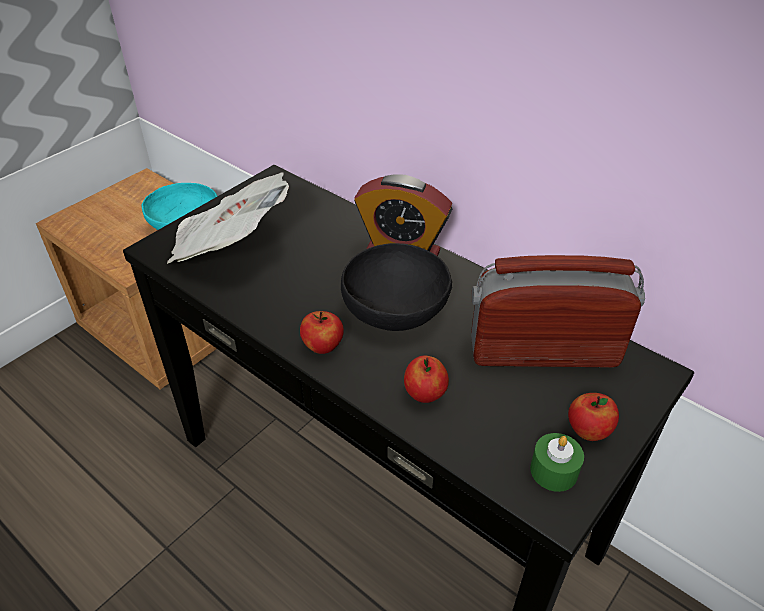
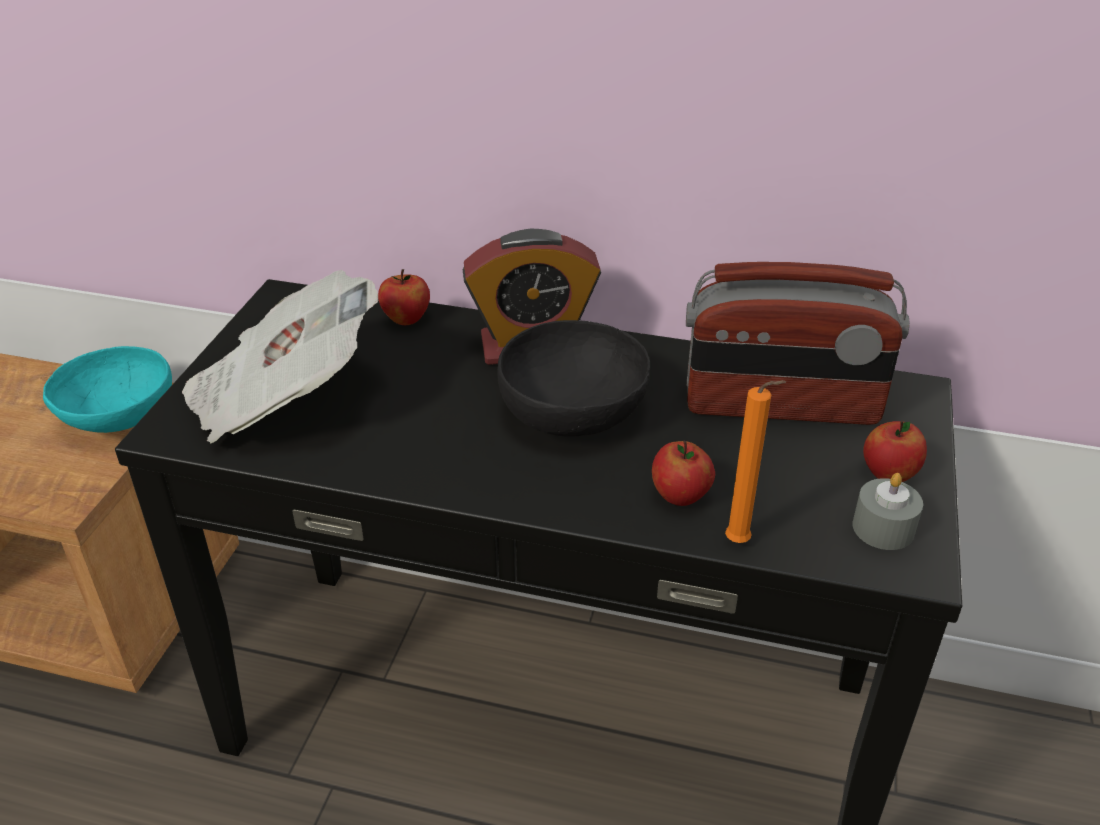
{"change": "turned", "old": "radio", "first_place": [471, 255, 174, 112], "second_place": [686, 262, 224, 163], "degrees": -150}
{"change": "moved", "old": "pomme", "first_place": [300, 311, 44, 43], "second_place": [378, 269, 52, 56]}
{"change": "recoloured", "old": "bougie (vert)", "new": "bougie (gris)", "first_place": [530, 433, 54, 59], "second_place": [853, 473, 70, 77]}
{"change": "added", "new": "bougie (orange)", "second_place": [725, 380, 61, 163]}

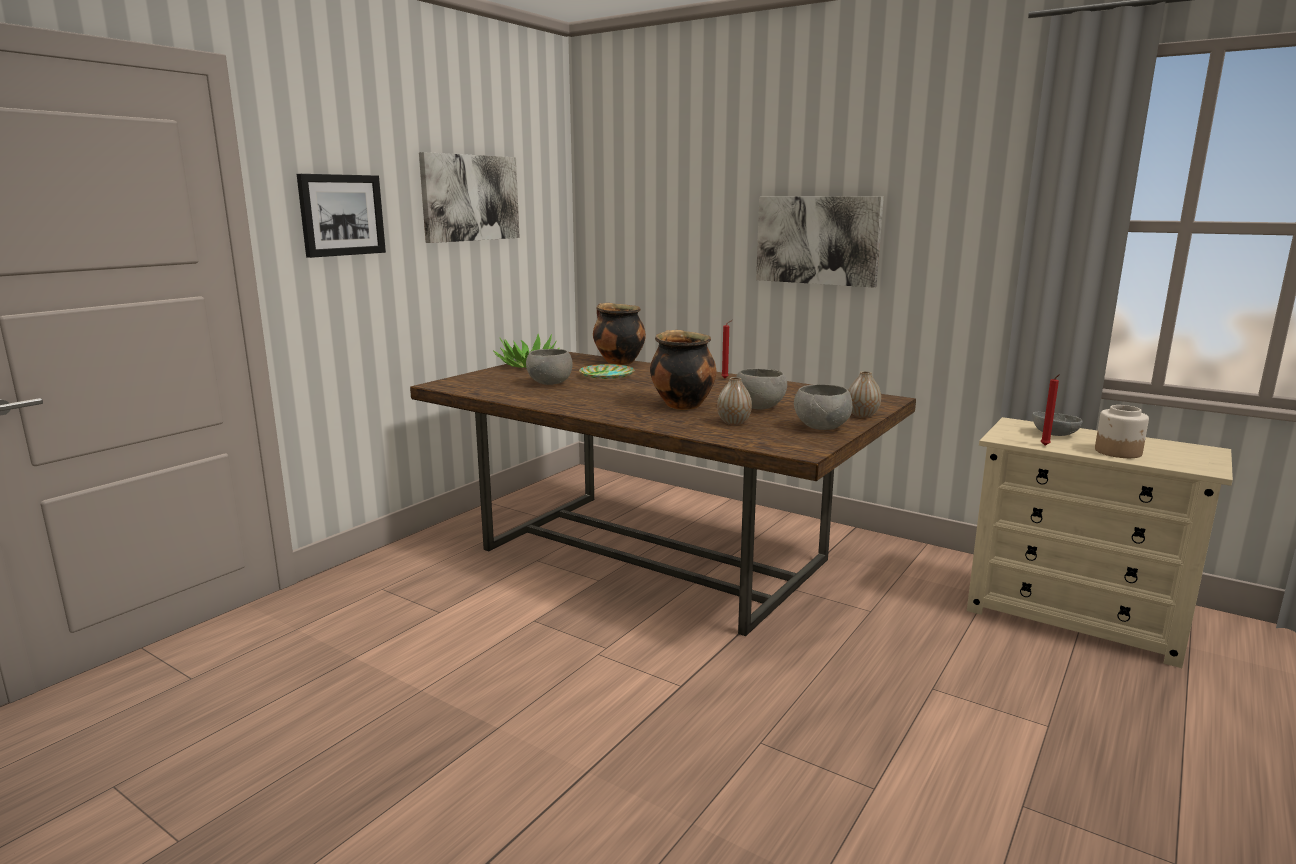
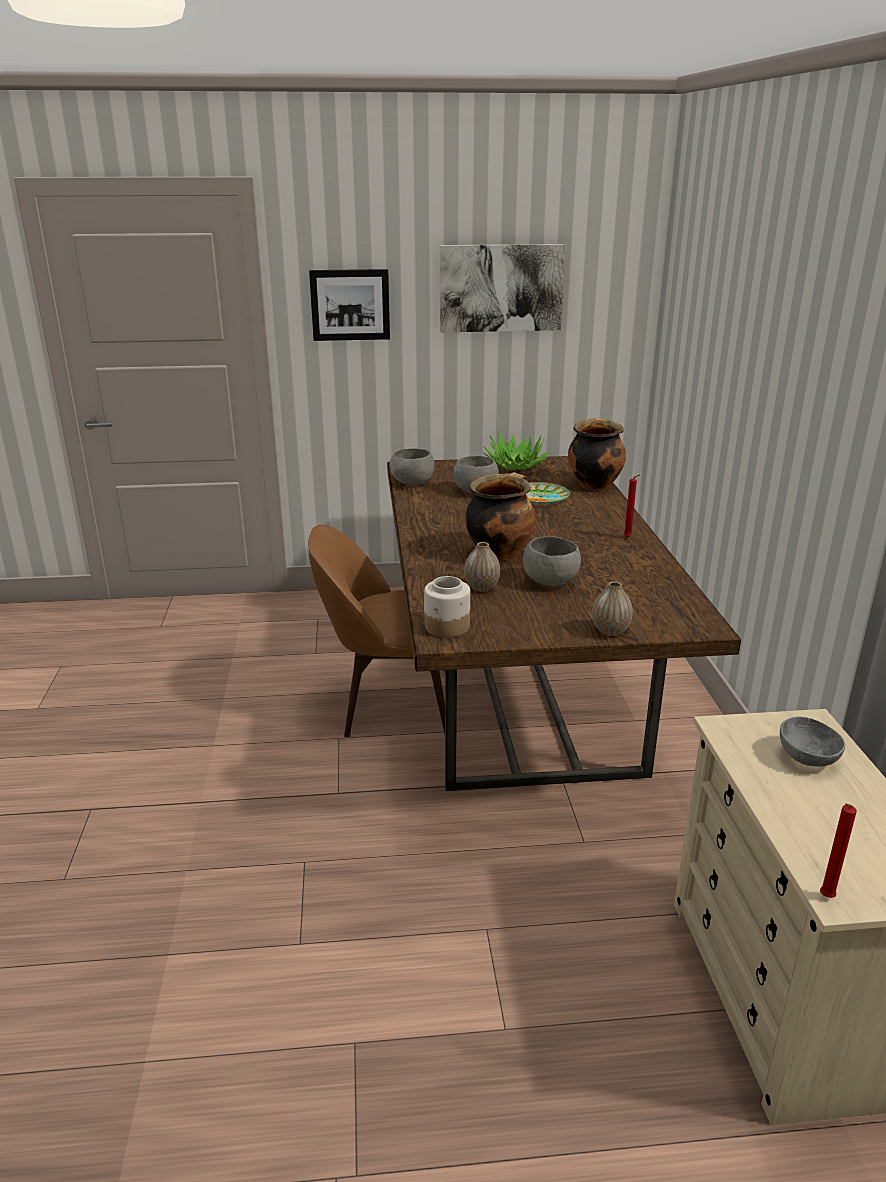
{"change": "removed", "old": "tableau", "first_place": [756, 197, 128, 90]}
{"change": "moved", "old": "bougie (rouge)", "first_place": [1041, 374, 19, 71], "second_place": [820, 803, 37, 95]}
{"change": "moved", "old": "bol (gris)", "first_place": [794, 384, 59, 46], "second_place": [390, 448, 45, 37]}
{"change": "moved", "old": "bocal", "first_place": [1095, 405, 54, 53], "second_place": [424, 576, 46, 61]}
{"change": "added", "new": "chaise (marron)", "second_place": [308, 525, 137, 213]}

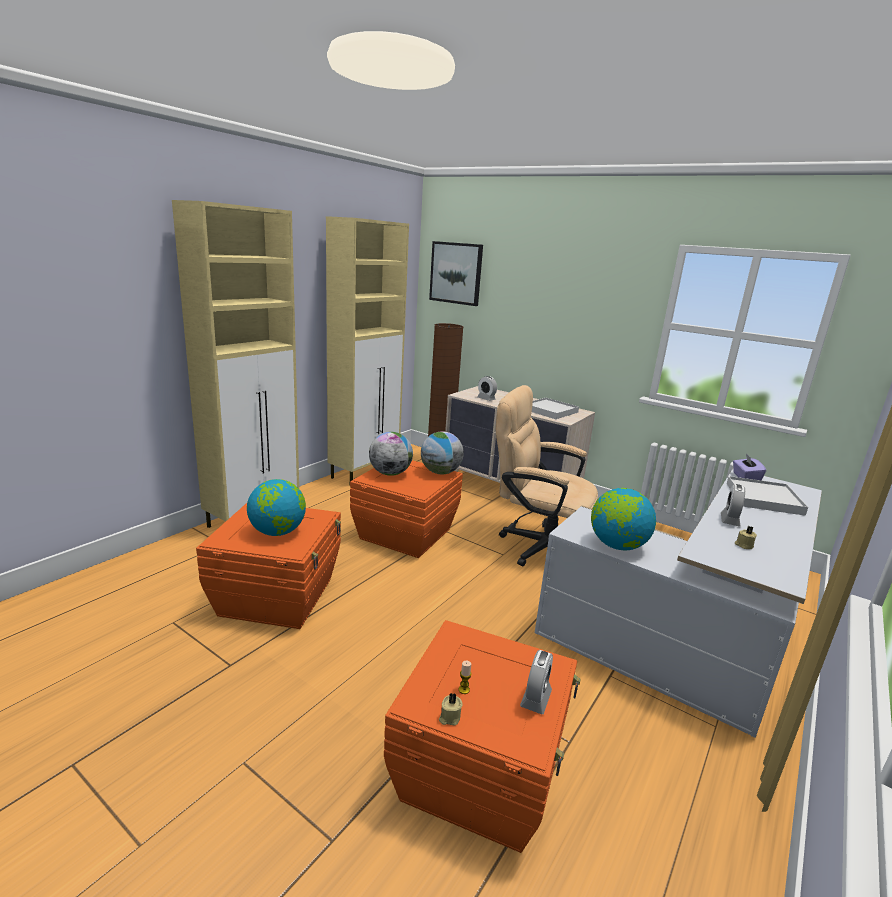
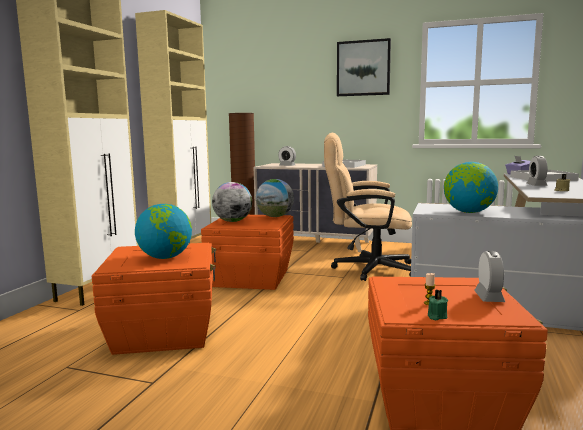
{"change": "moved", "old": "tableau", "first_place": [429, 241, 54, 65], "second_place": [337, 38, 54, 58]}
{"change": "recoloured", "old": "bougie (beige)", "new": "bougie (vert)", "first_place": [439, 693, 23, 33], "second_place": [428, 289, 20, 31]}

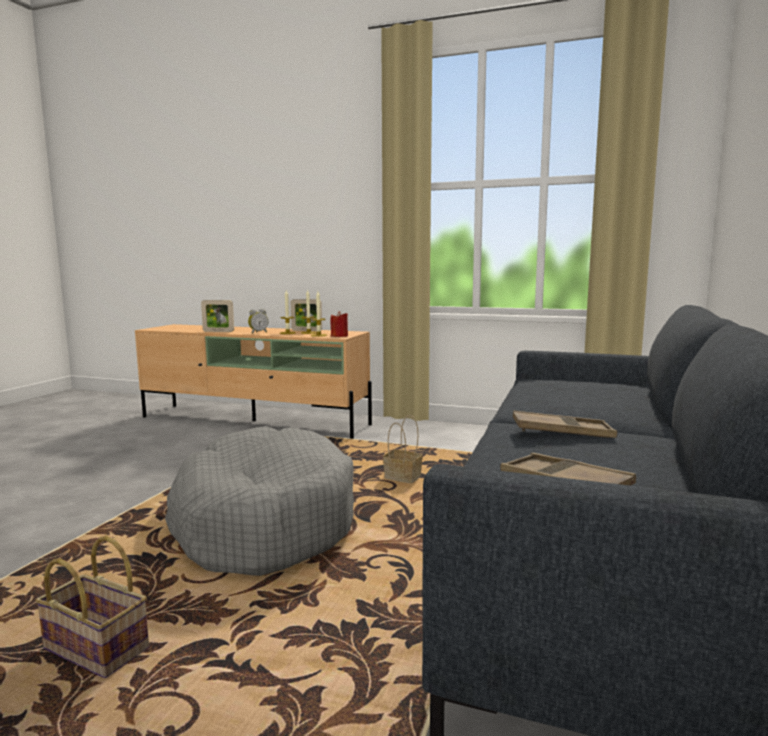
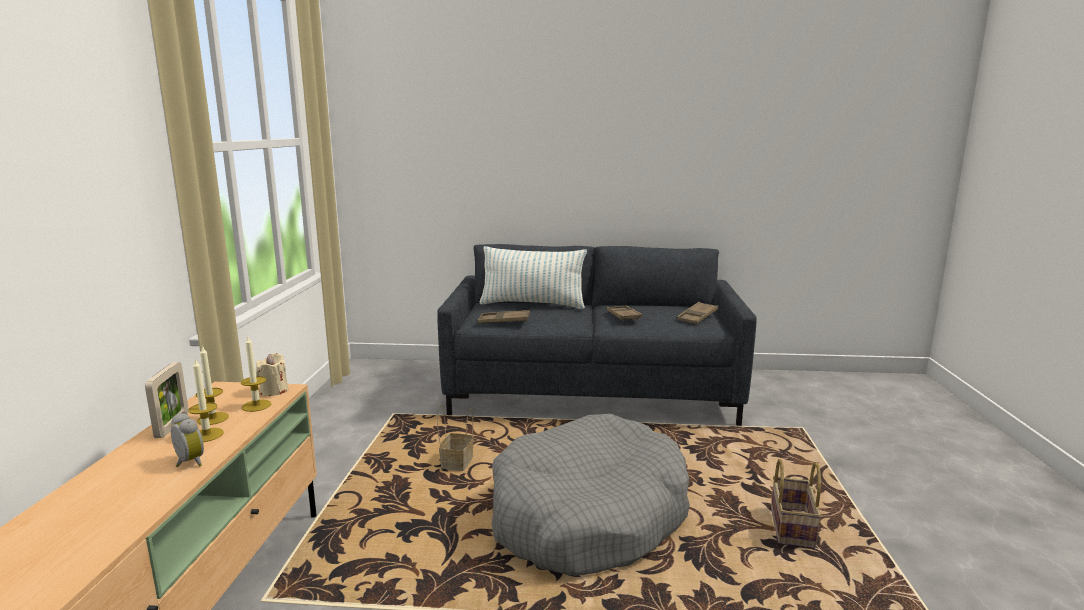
{"change": "removed", "old": "cadre photo", "first_place": [201, 300, 33, 32]}
{"change": "recoloured", "old": "bougie (rouge)", "new": "bougie (beige)", "first_place": [330, 311, 18, 26], "second_place": [256, 353, 32, 43]}
{"change": "added", "new": "coussin", "second_place": [480, 246, 107, 63]}
{"change": "added", "new": "plateau (marron)", "second_place": [477, 310, 53, 13]}

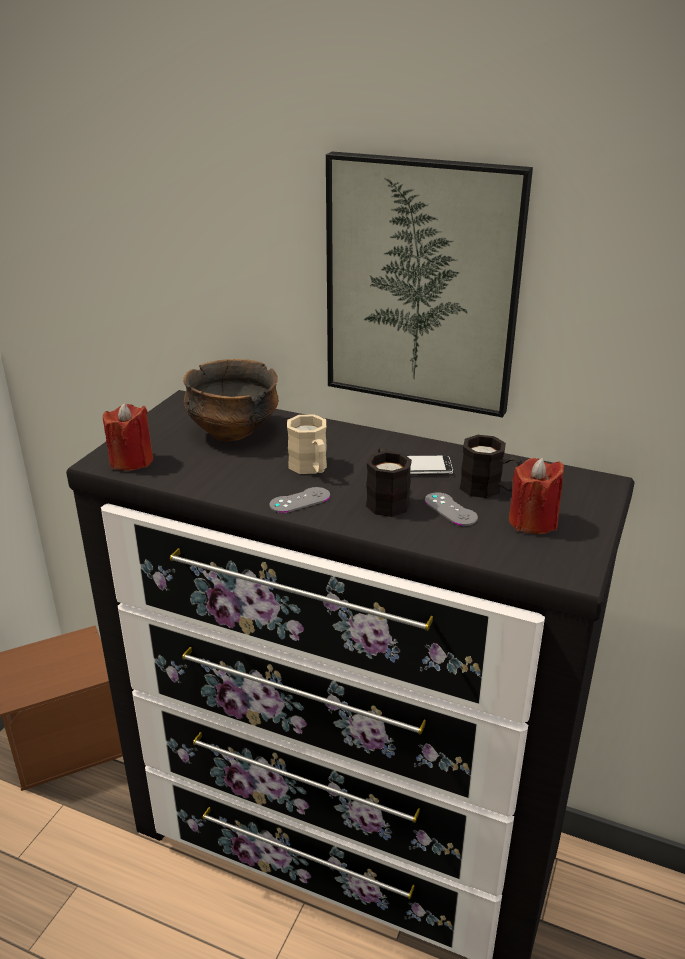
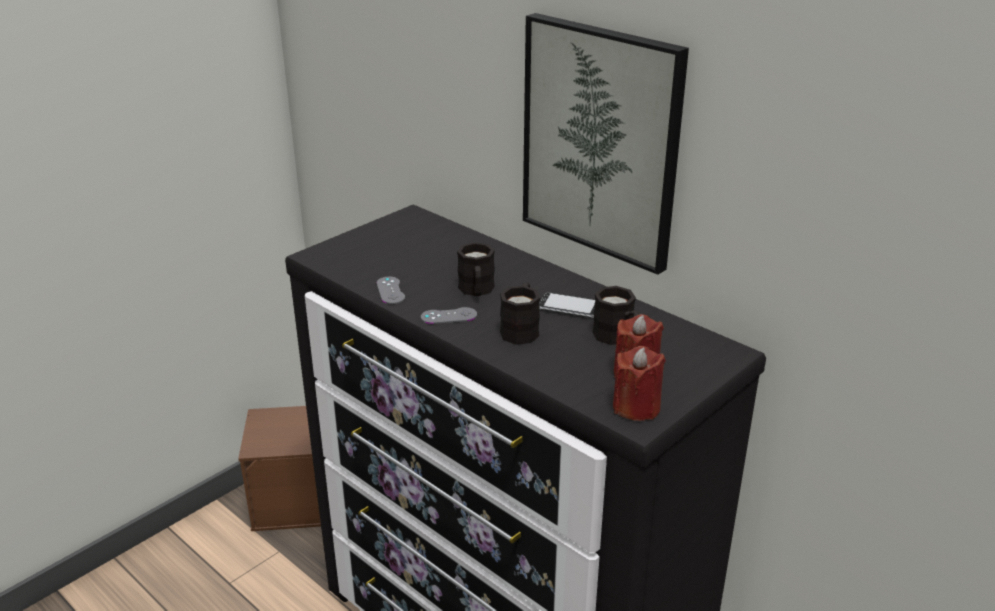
{"change": "removed", "old": "bol", "first_place": [183, 359, 96, 82]}
{"change": "moved", "old": "bougie (rouge)", "first_place": [103, 402, 50, 69], "second_place": [613, 346, 53, 75]}
{"change": "recoloured", "old": "mug (beige)", "new": "mug (noir)", "first_place": [287, 415, 40, 59], "second_place": [457, 242, 38, 54]}
{"change": "moved", "old": "manette (gris)", "first_place": [425, 492, 53, 34], "second_place": [377, 277, 28, 27]}

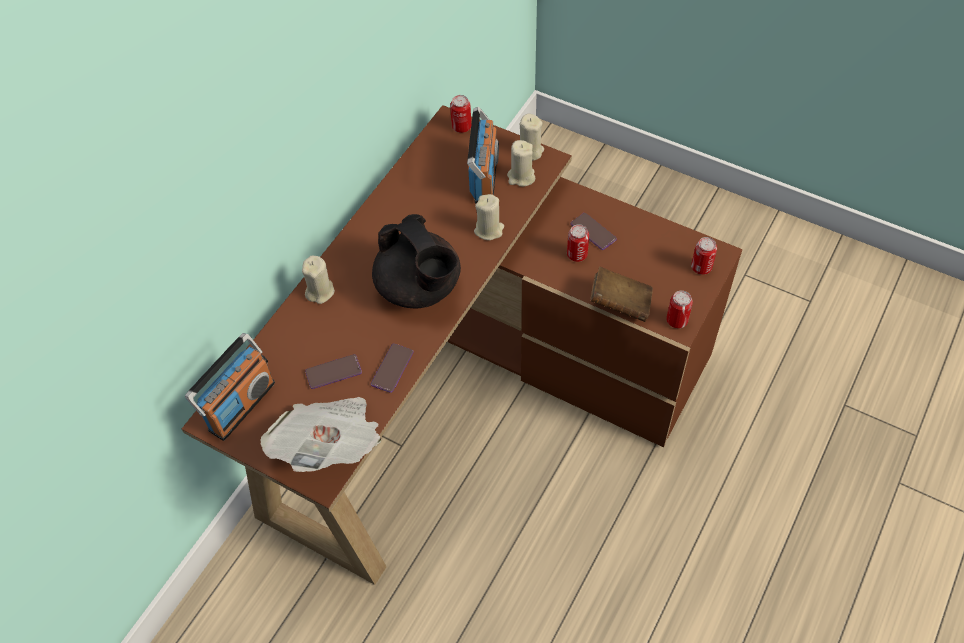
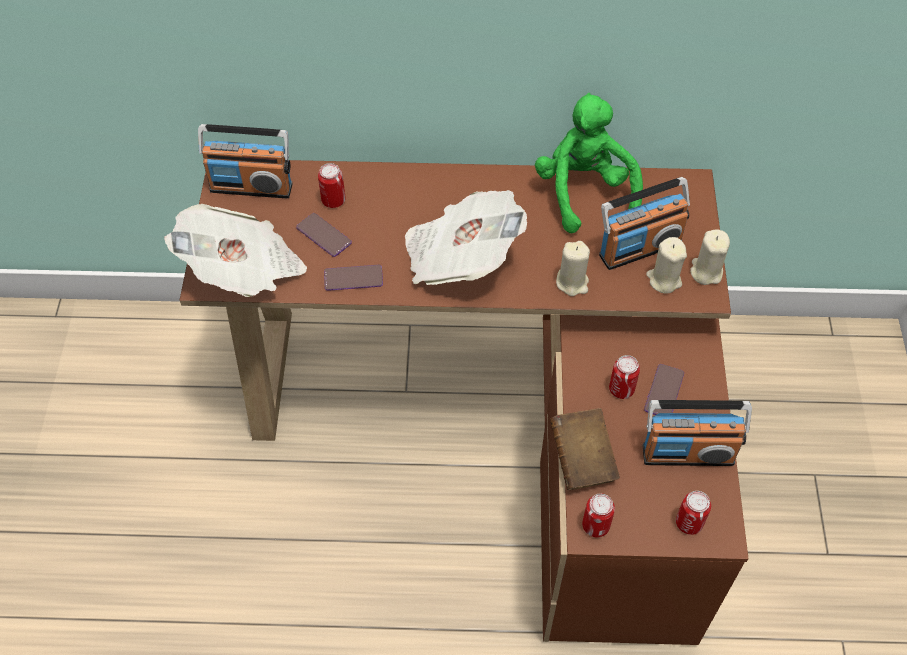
{"change": "moved", "old": "boîte métallique", "first_place": [450, 95, 21, 38], "second_place": [318, 163, 28, 45]}
{"change": "replaced", "old": "théière (noir)", "new": "journal", "first_place": [372, 214, 89, 94], "second_place": [405, 190, 122, 95]}
{"change": "removed", "old": "bougie (beige)", "first_place": [302, 255, 33, 49]}
{"change": "added", "new": "peluche (vert)", "second_place": [535, 93, 108, 140]}
{"change": "added", "new": "radio", "second_place": [643, 400, 109, 66]}

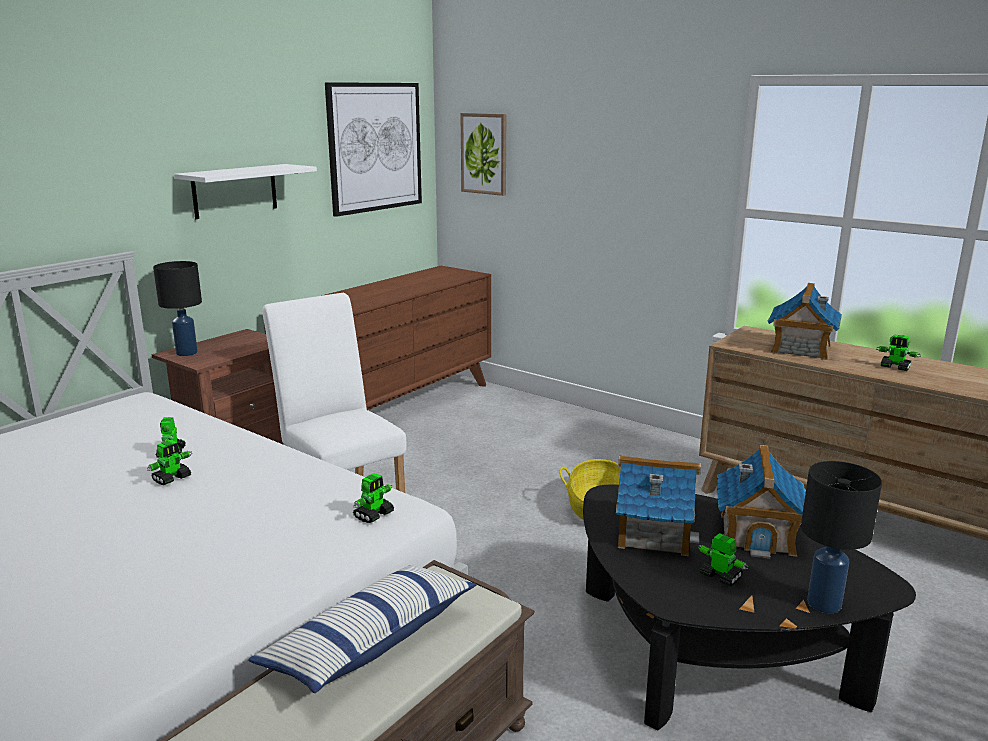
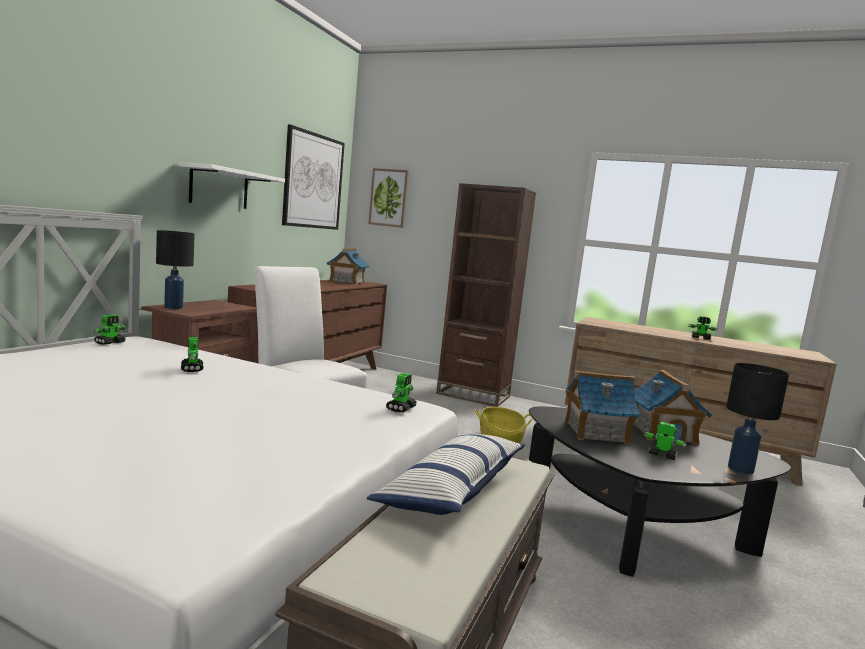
{"change": "moved", "old": "maison miniature", "first_place": [767, 283, 75, 77], "second_place": [327, 248, 42, 37]}
{"change": "moved", "old": "robot jouet", "first_place": [147, 440, 45, 45], "second_place": [93, 314, 34, 31]}
{"change": "added", "new": "bibliothèque (marron)", "second_place": [436, 183, 100, 224]}

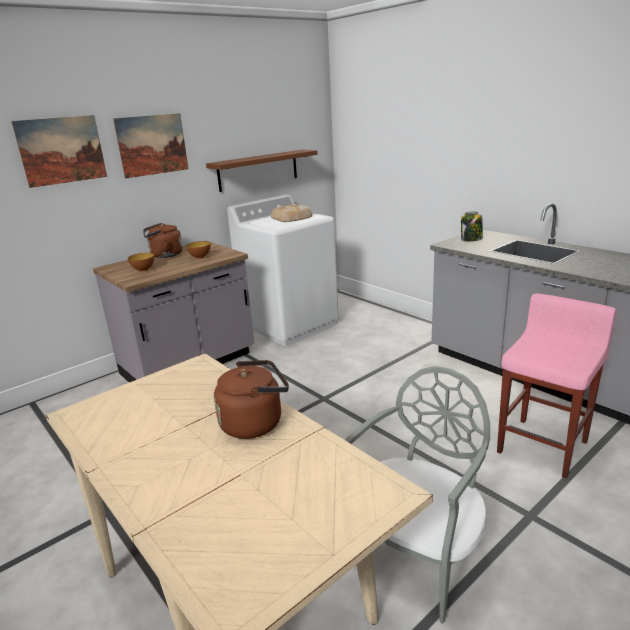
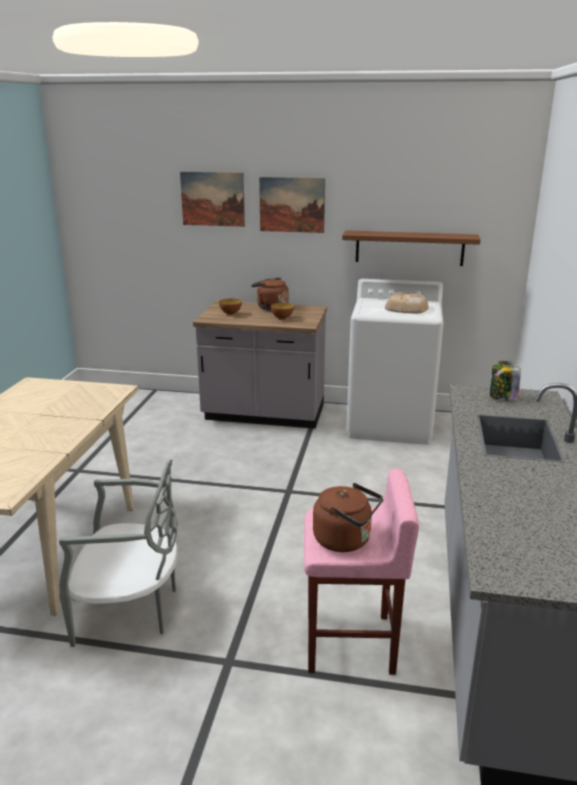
{"change": "moved", "old": "bouilloire (marron)", "first_place": [214, 360, 75, 79], "second_place": [313, 483, 70, 69]}

